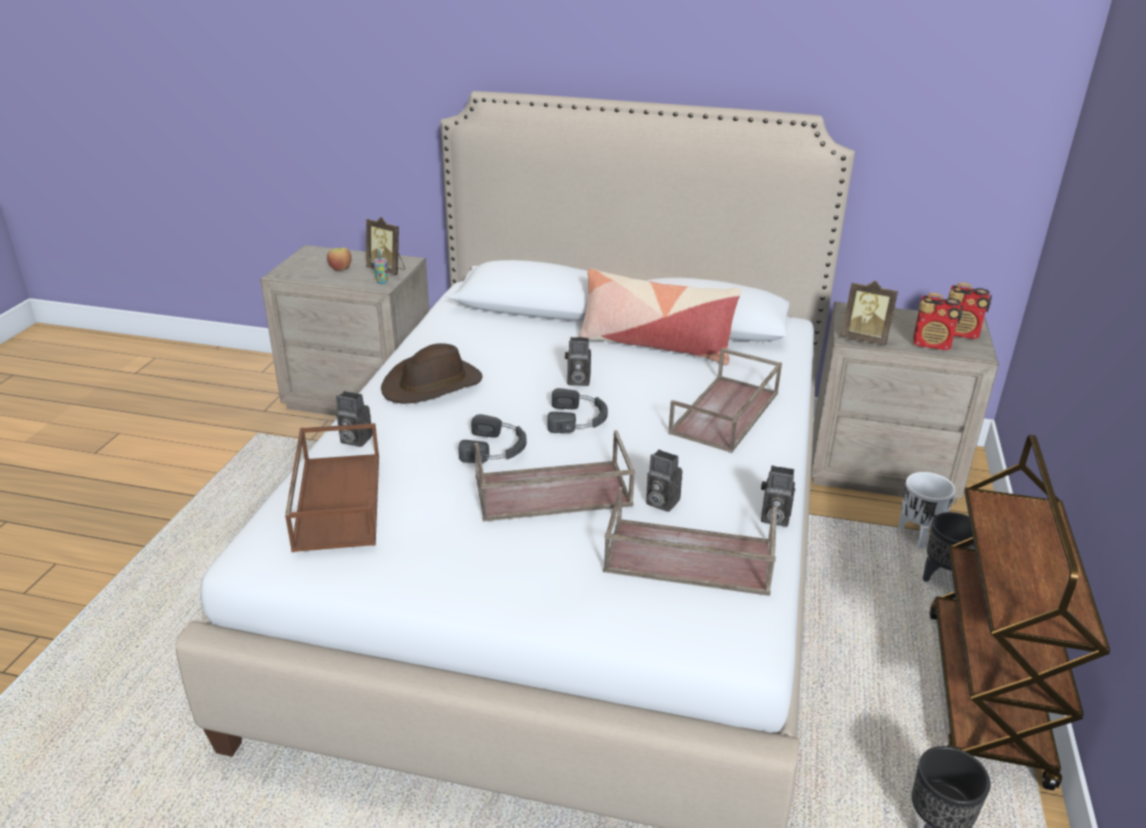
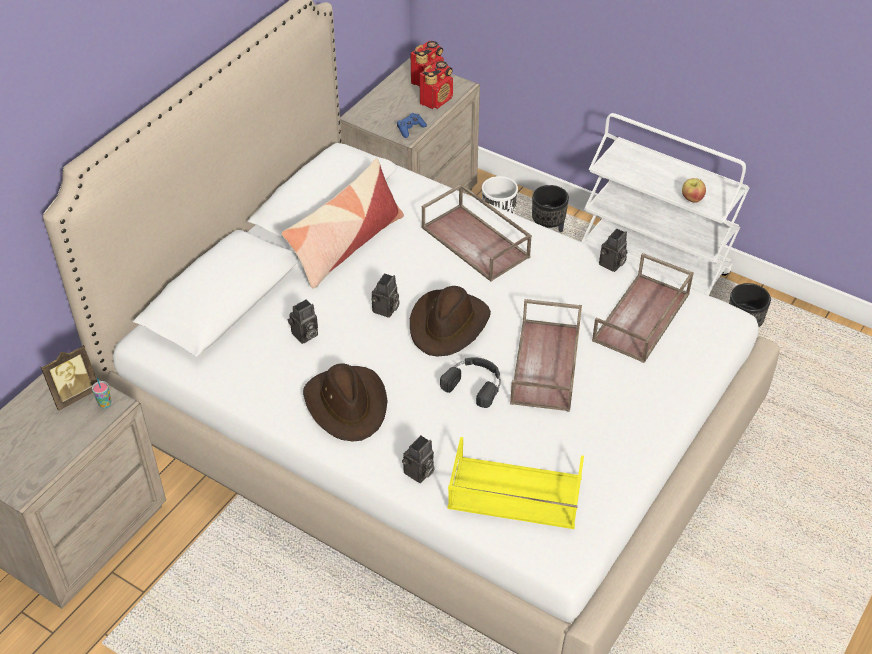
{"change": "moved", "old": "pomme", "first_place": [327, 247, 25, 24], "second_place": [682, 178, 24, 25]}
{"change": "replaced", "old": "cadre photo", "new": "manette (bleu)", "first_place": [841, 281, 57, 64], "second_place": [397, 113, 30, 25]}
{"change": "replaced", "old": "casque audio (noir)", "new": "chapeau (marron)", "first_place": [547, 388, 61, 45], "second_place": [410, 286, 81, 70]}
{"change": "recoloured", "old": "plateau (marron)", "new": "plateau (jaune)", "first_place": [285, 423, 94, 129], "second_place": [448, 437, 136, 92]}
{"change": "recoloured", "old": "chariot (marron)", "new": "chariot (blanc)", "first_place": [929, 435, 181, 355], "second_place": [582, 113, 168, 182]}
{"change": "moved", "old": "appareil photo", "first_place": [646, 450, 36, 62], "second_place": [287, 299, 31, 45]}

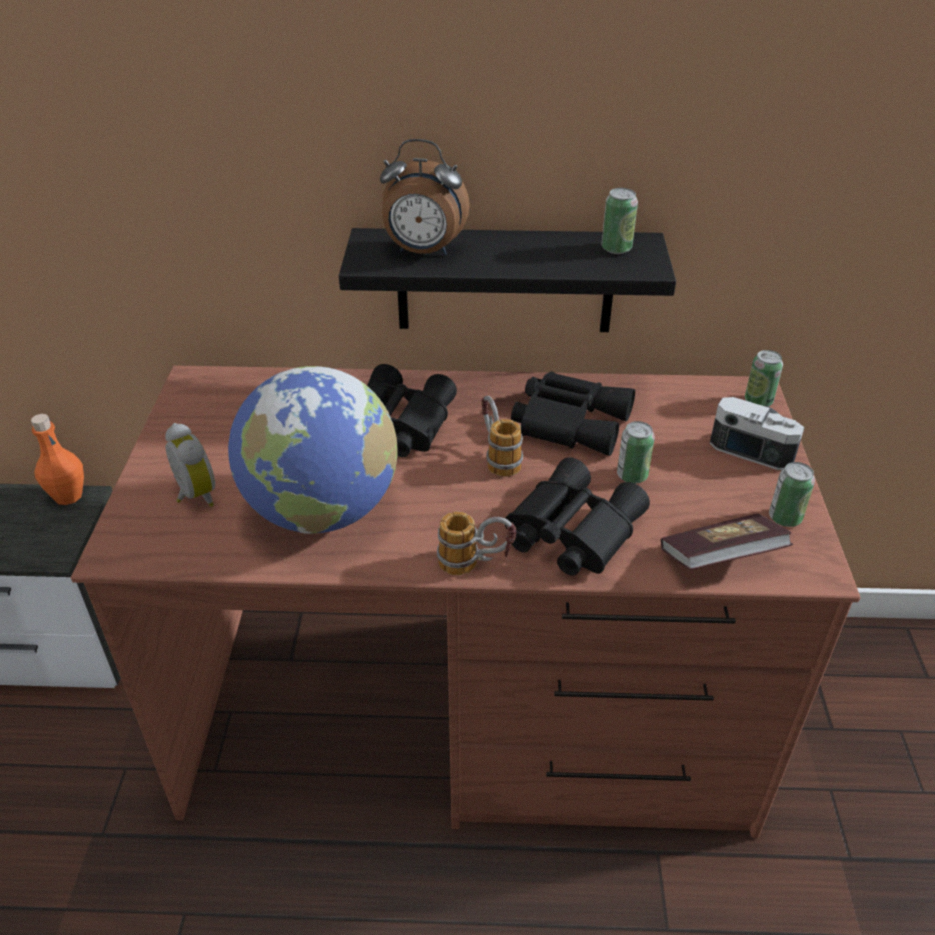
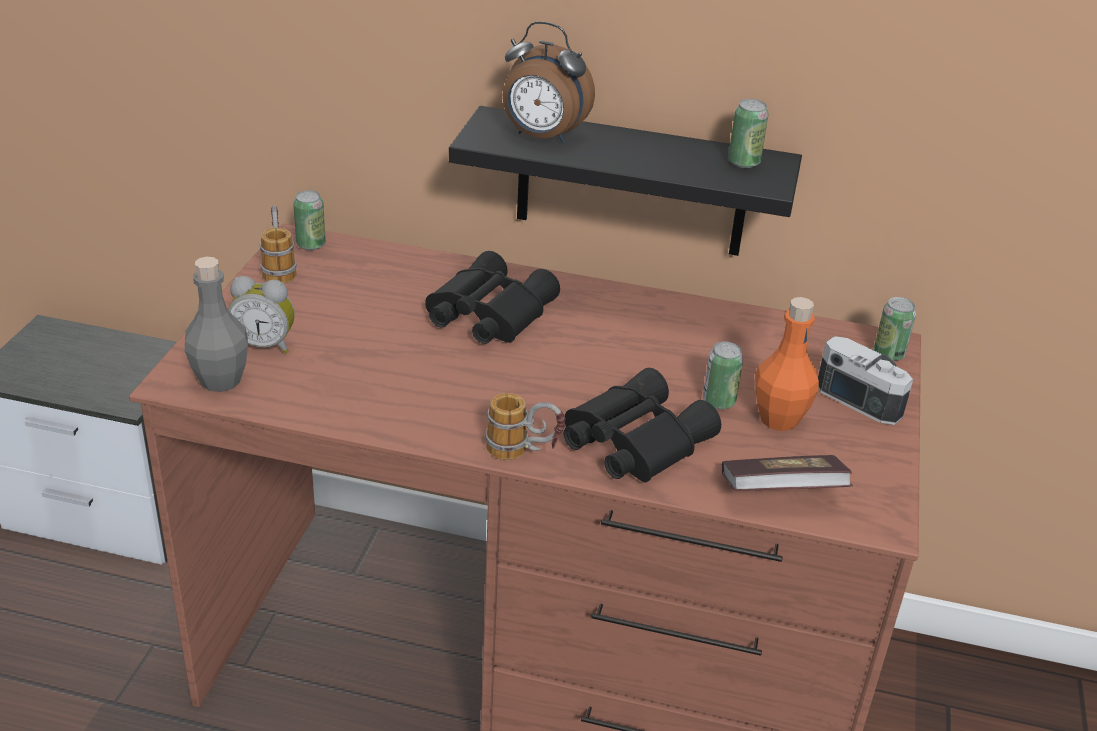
{"change": "removed", "old": "globe", "first_place": [228, 366, 170, 168]}
{"change": "removed", "old": "jumelles (noir)", "first_place": [511, 371, 124, 85]}
{"change": "moved", "old": "mug", "first_place": [481, 396, 42, 81], "second_place": [260, 205, 37, 78]}
{"change": "moved", "old": "bouteille (orange)", "first_place": [31, 414, 53, 91], "second_place": [755, 297, 64, 134]}
{"change": "turned", "old": "réveil", "first_place": [165, 423, 50, 84], "second_place": [228, 276, 67, 78], "degrees": 120}
{"change": "moved", "old": "boîte métallique", "first_place": [769, 462, 46, 65], "second_place": [293, 190, 33, 60]}
{"change": "added", "new": "bouteille (gris)", "second_place": [185, 257, 63, 135]}

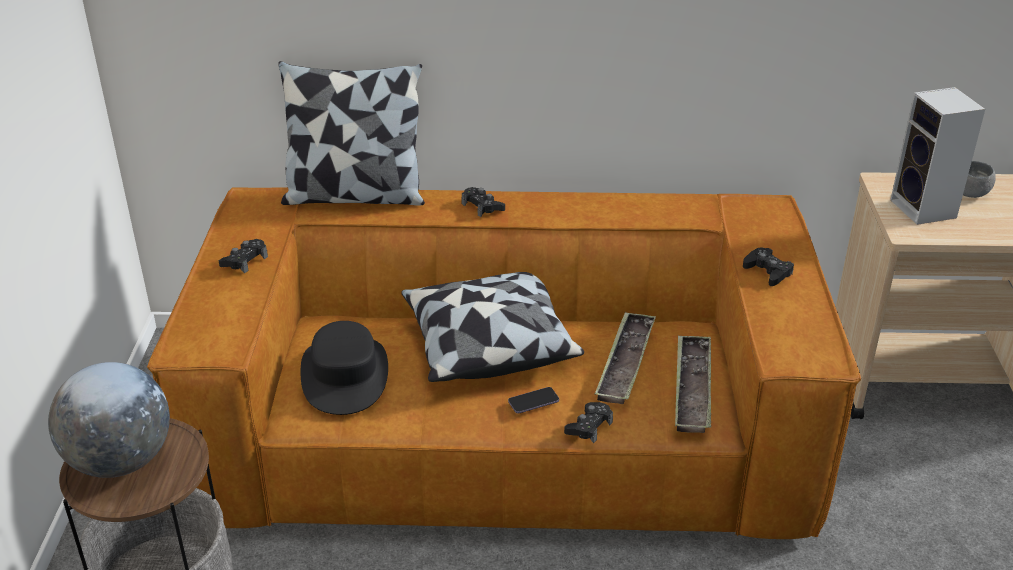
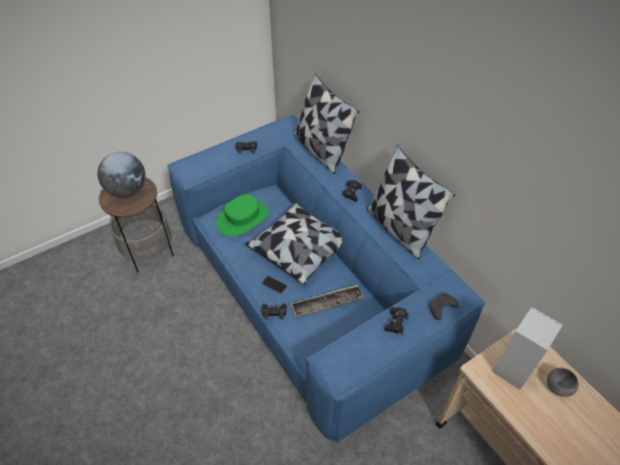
{"change": "recoloured", "old": "canapé (marron)", "new": "canapé (bleu)", "first_place": [147, 187, 714, 352], "second_place": [167, 115, 318, 327]}
{"change": "recoloured", "old": "chapeau (noir)", "new": "chapeau (vert)", "first_place": [301, 321, 87, 94], "second_place": [216, 194, 53, 42]}
{"change": "removed", "old": "plateau", "first_place": [675, 335, 36, 98]}
{"change": "added", "new": "coussin", "second_place": [367, 145, 88, 114]}
{"change": "added", "new": "manette (gris)", "second_place": [429, 293, 30, 27]}

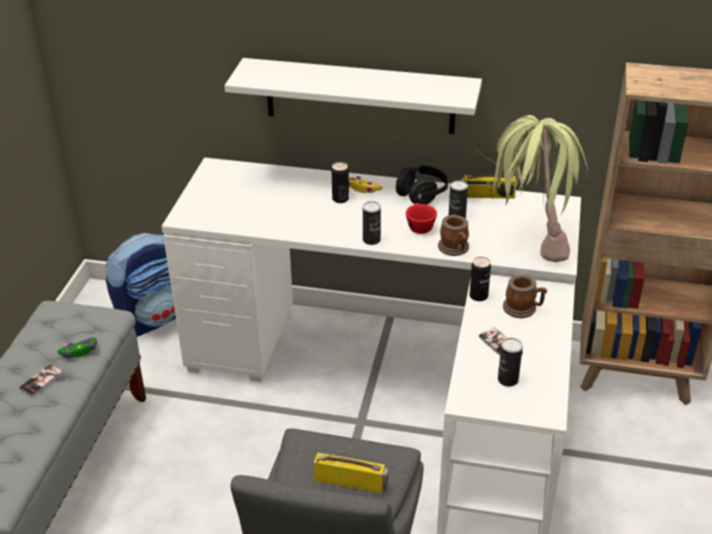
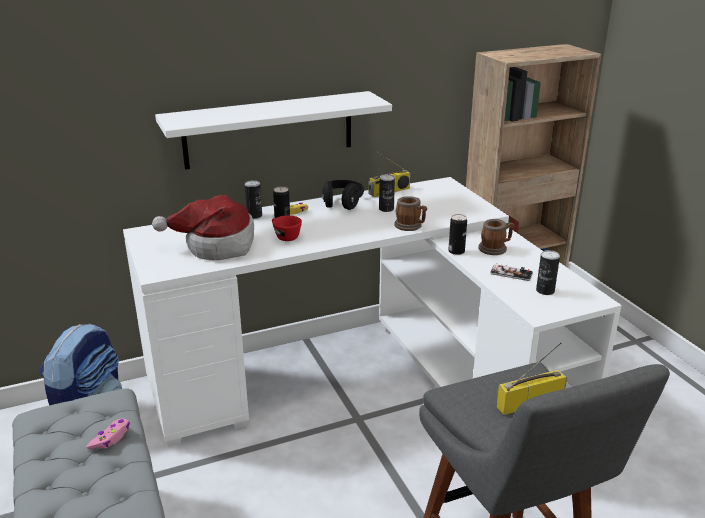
{"change": "removed", "old": "plante en pot", "first_place": [493, 115, 95, 147]}
{"change": "moved", "old": "boîte métallique", "first_place": [363, 201, 18, 44], "second_place": [245, 180, 17, 39]}
{"change": "moved", "old": "tasse (rouge)", "first_place": [406, 203, 31, 31], "second_place": [272, 215, 30, 26]}
{"change": "recoloured", "old": "manette (vert)", "new": "manette (rose)", "first_place": [58, 337, 39, 21], "second_place": [86, 419, 44, 31]}
{"change": "removed", "old": "téléphone", "first_place": [19, 364, 45, 33]}
{"change": "added", "new": "chapeau", "second_place": [152, 195, 102, 65]}

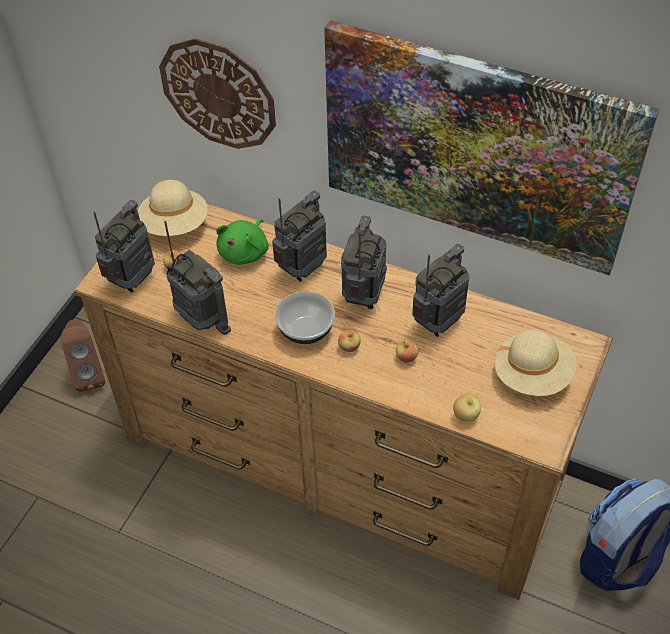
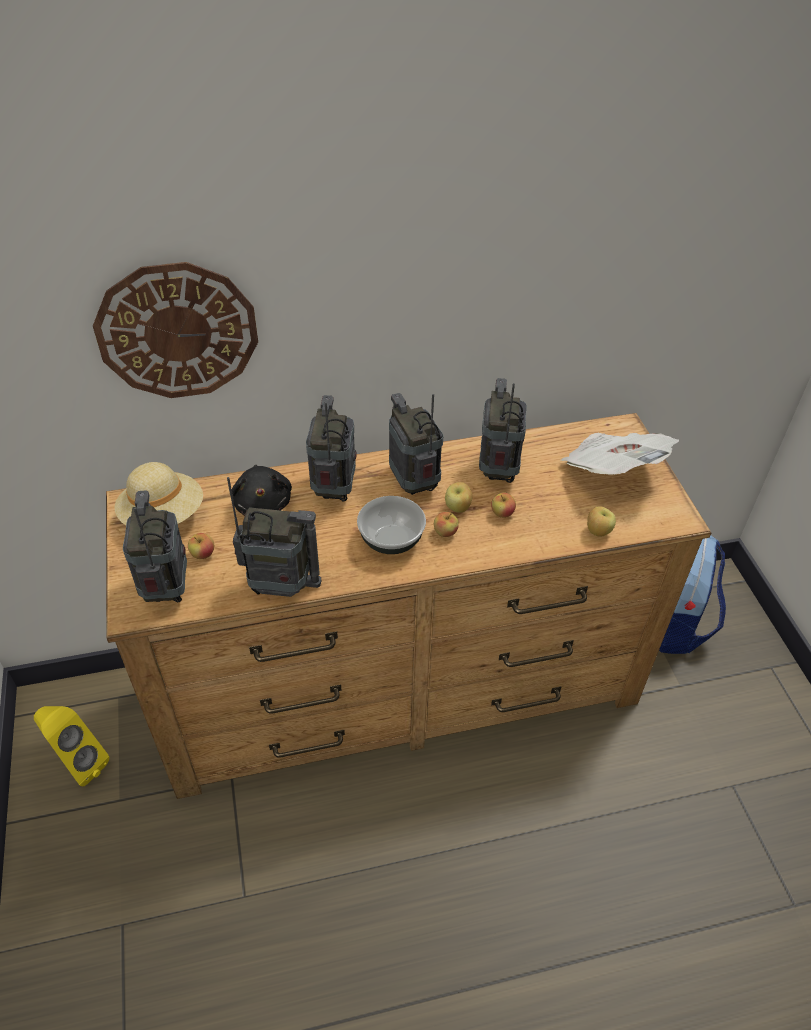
{"change": "removed", "old": "tableau", "first_place": [324, 21, 335, 254]}
{"change": "recoloured", "old": "peluche (vert)", "new": "peluche (noir)", "first_place": [216, 219, 53, 46], "second_place": [232, 465, 60, 51]}
{"change": "recoloured", "old": "enceinte (marron)", "new": "enceinte (jaune)", "first_place": [61, 319, 44, 73], "second_place": [34, 706, 75, 81]}
{"change": "replaced", "old": "chapeau (beige)", "new": "journal", "first_place": [495, 329, 82, 67], "second_place": [561, 433, 118, 41]}
{"change": "added", "new": "pomme", "second_place": [445, 482, 27, 31]}

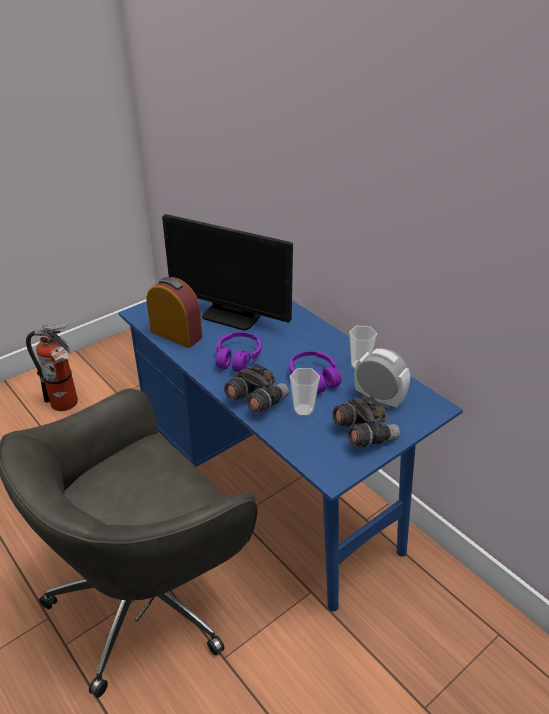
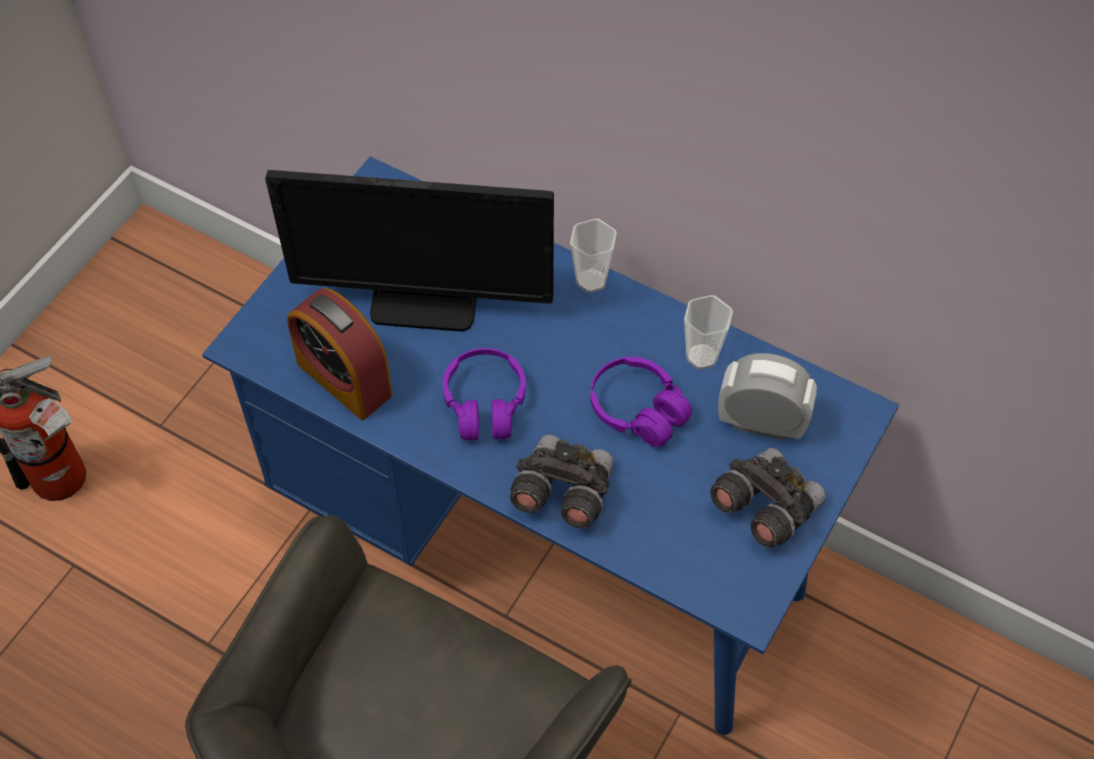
{"change": "turned", "old": "réveil", "first_place": [147, 277, 55, 71], "second_place": [287, 288, 106, 132], "degrees": -150}
{"change": "moved", "old": "tasse", "first_place": [290, 368, 30, 48], "second_place": [570, 218, 47, 75]}

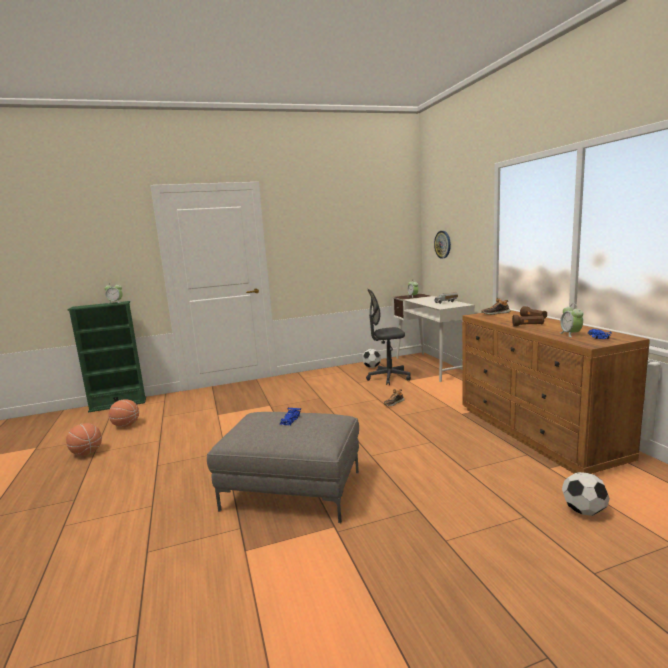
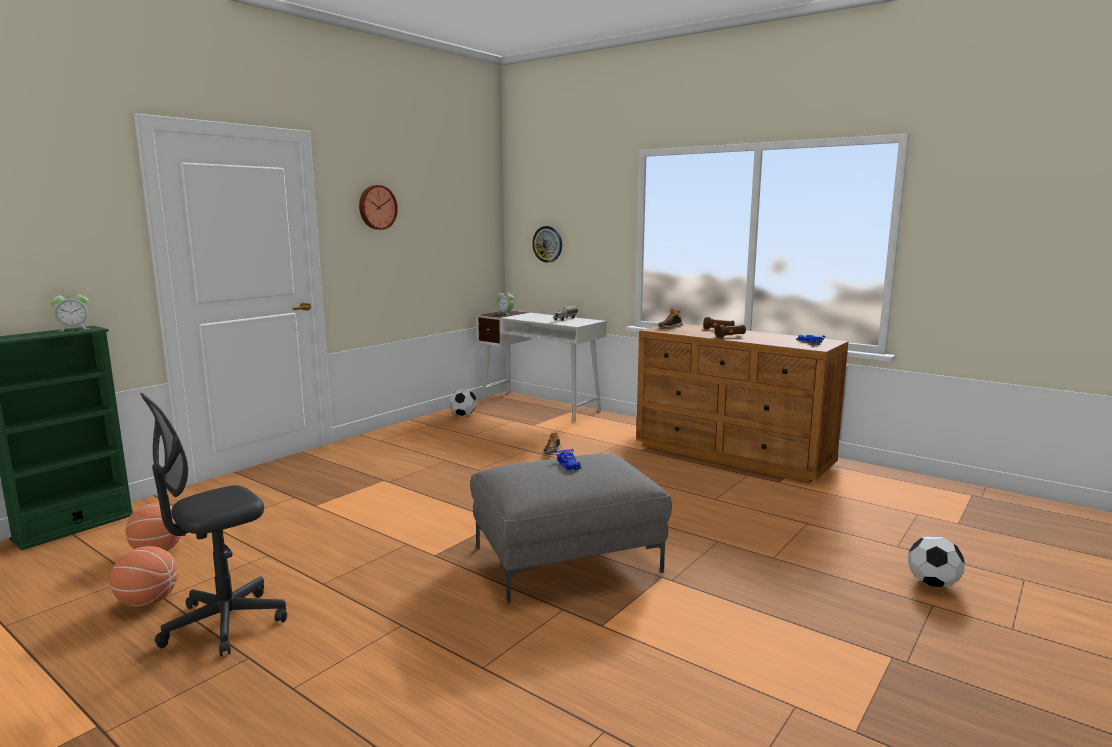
{"change": "moved", "old": "chaise de bureau (gris)", "first_place": [366, 289, 45, 96], "second_place": [140, 393, 147, 263]}
{"change": "removed", "old": "réveil", "first_place": [560, 304, 23, 34]}
{"change": "moved", "old": "ballon de foot", "first_place": [562, 472, 48, 44], "second_place": [908, 536, 57, 51]}
{"change": "added", "new": "horloge murale", "second_place": [359, 185, 39, 45]}

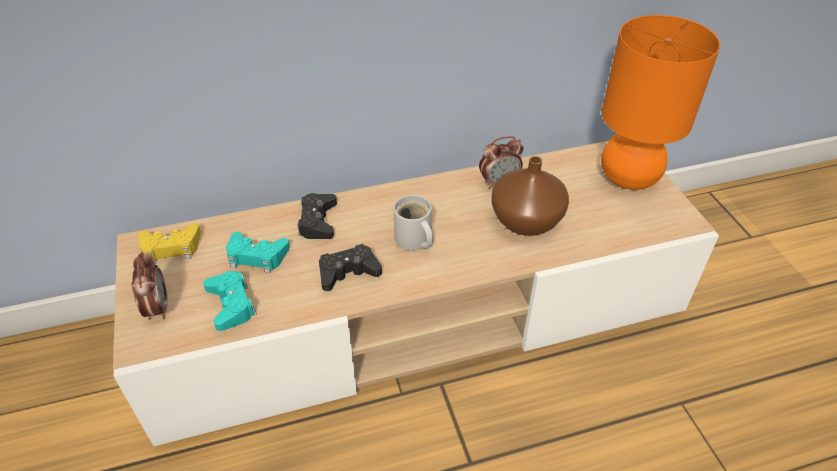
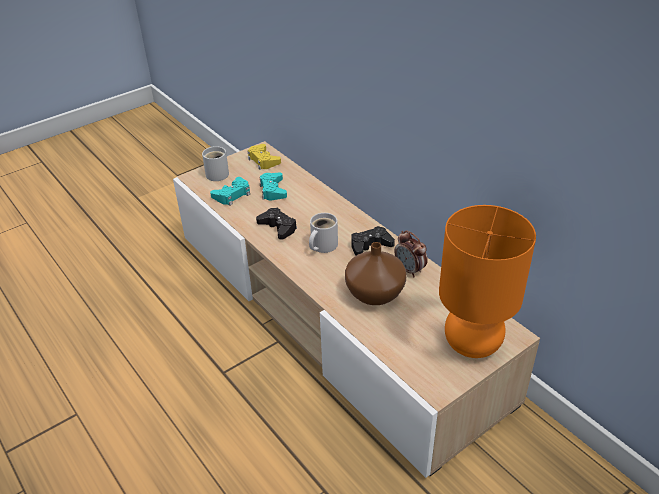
{"change": "moved", "old": "manette (noir)", "first_place": [297, 193, 40, 46], "second_place": [351, 226, 44, 30]}
{"change": "replaced", "old": "réveil", "new": "mug (blanc)", "first_place": [132, 252, 36, 68], "second_place": [202, 146, 27, 35]}

